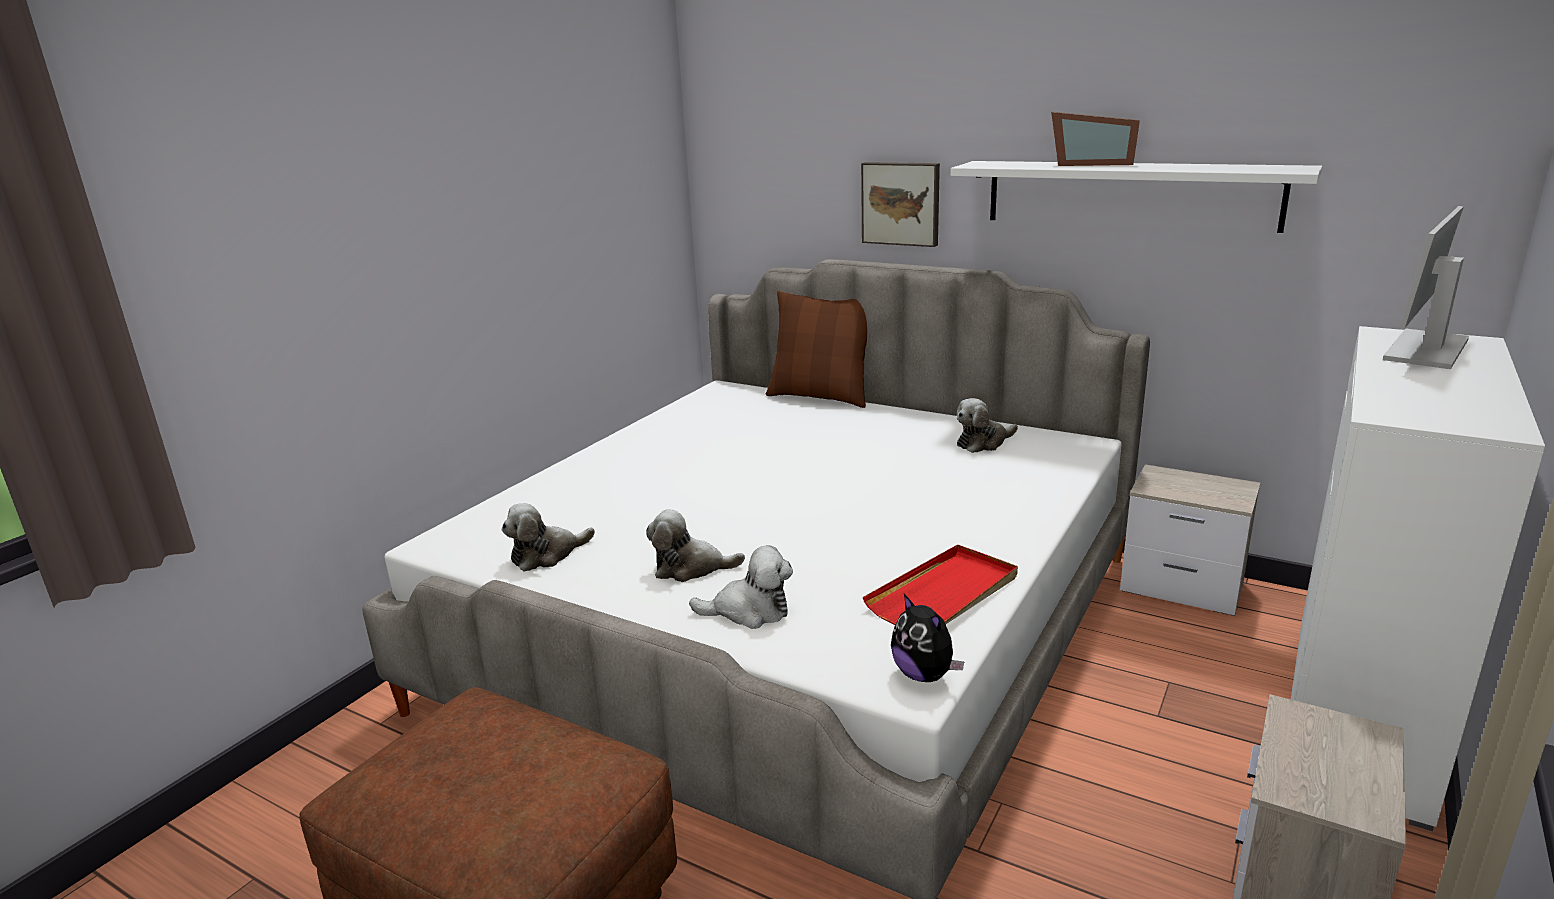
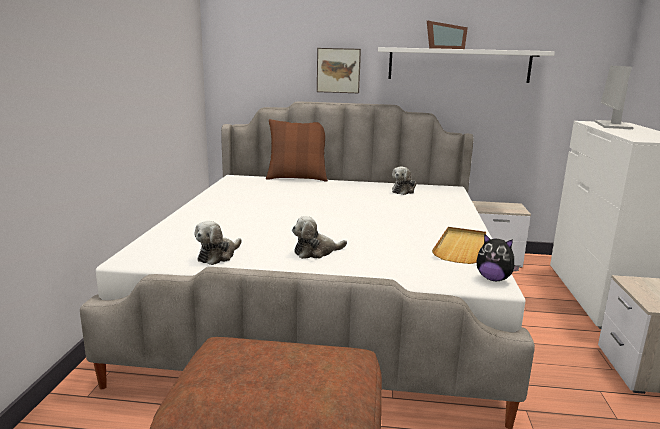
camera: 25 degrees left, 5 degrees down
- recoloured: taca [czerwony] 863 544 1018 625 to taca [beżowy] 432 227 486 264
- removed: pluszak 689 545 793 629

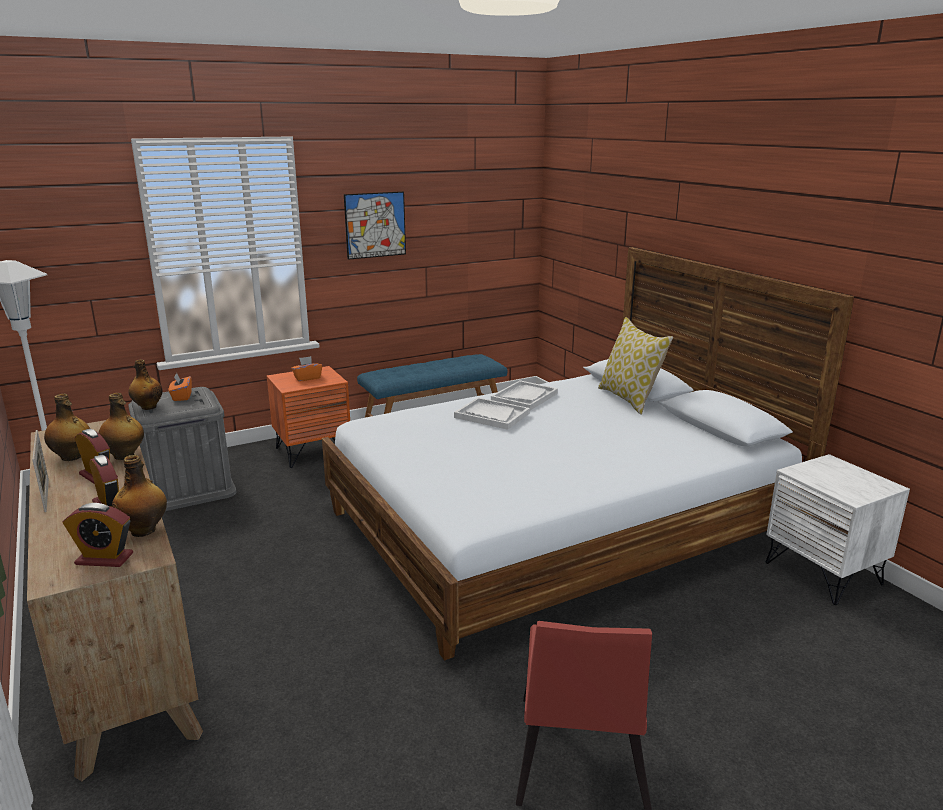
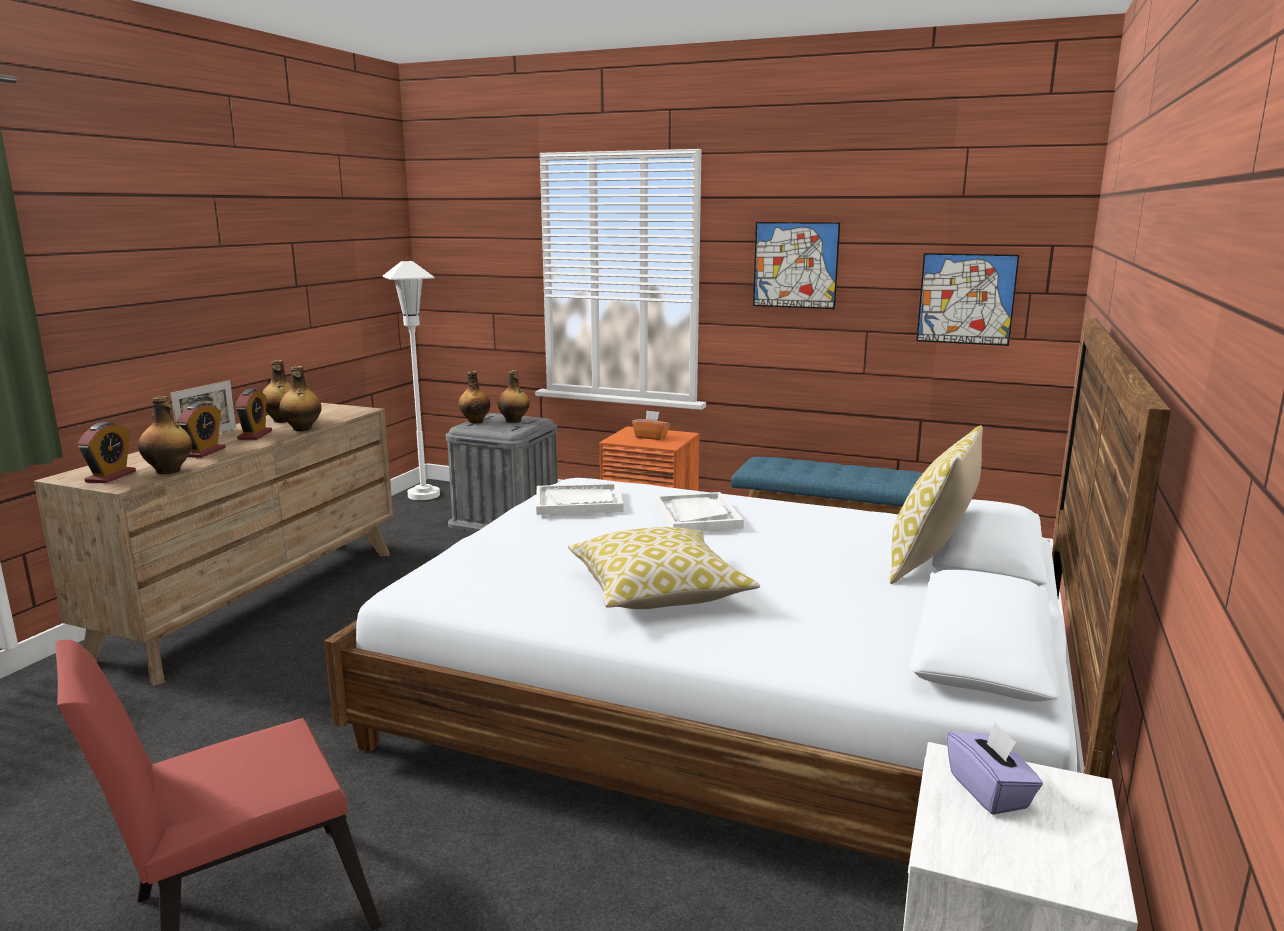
camera: 50 degrees right, 5 degrees down
- replaced: pudełko chusteczek [pomarańczowy] 169 373 192 401 to butelka 497 370 530 423
- moved: taca [biały] 491 380 558 410 to 536 483 624 515
- turned: budzik 62 503 133 567 = 77 422 136 483 135 degrees counterclockwise
- added: obraz 916 253 1019 346
- added: poduszka 568 527 760 609
- added: pudełko chusteczek [fioletowy] 947 722 1043 815

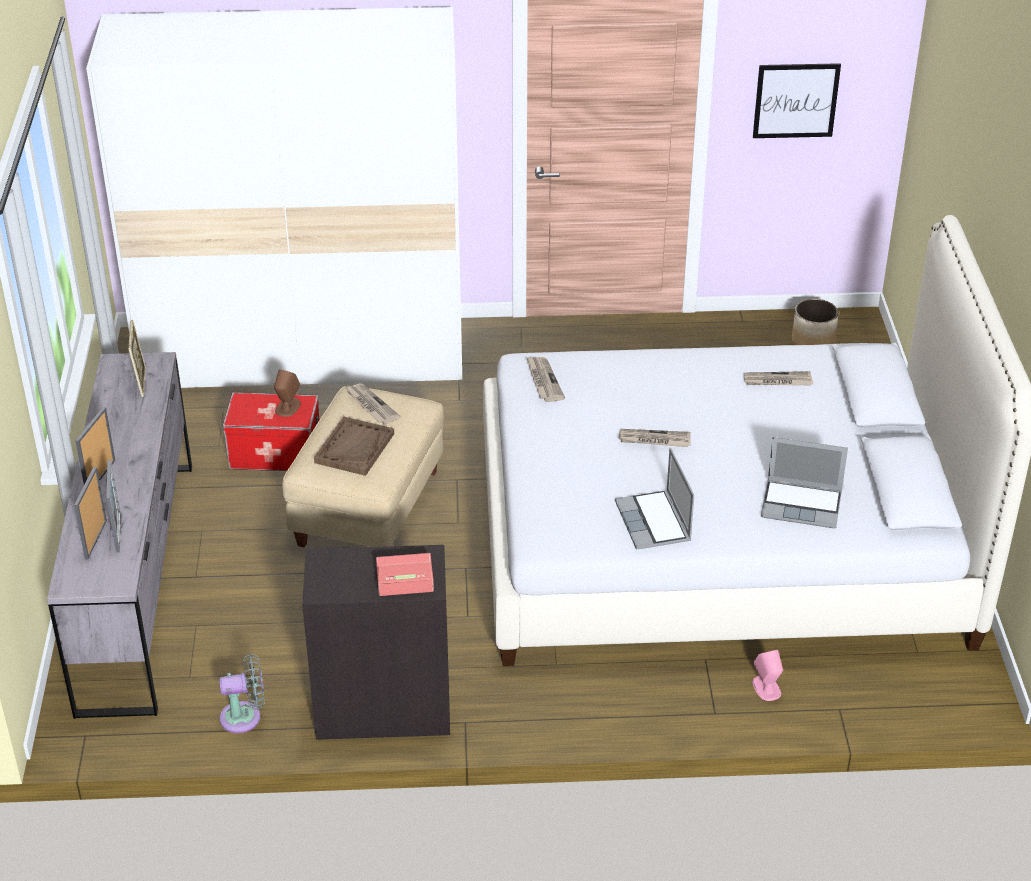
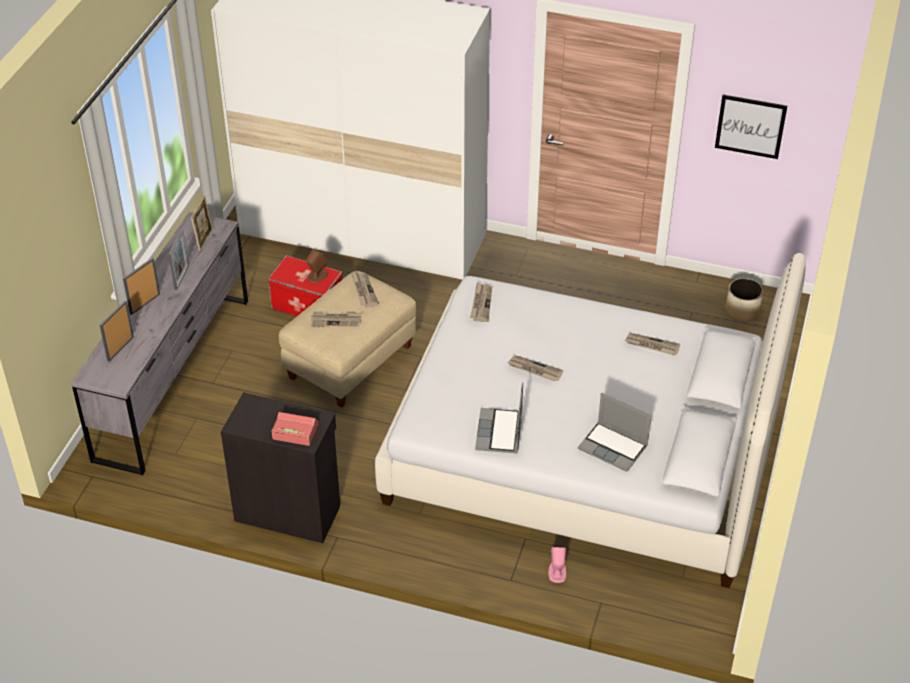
camera: 20 degrees right, 5 degrees up
- replaced: taca [brązowy] 314 417 394 476 to gazeta 310 312 362 327
- moved: ramka na zdjęcie 106 460 121 552 to 169 229 189 290
- removed: wentylator [szary] 219 654 265 733

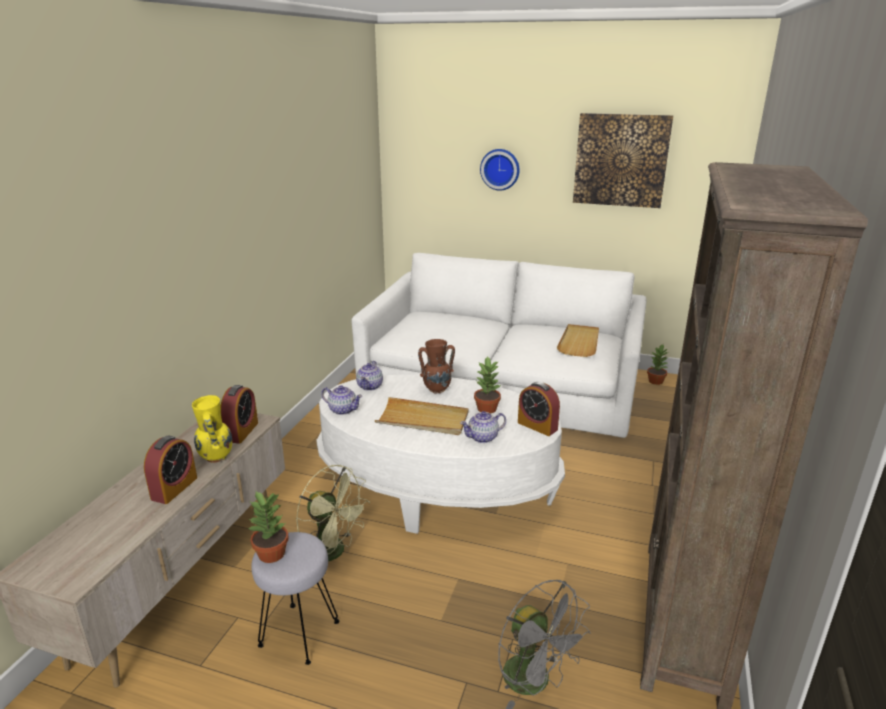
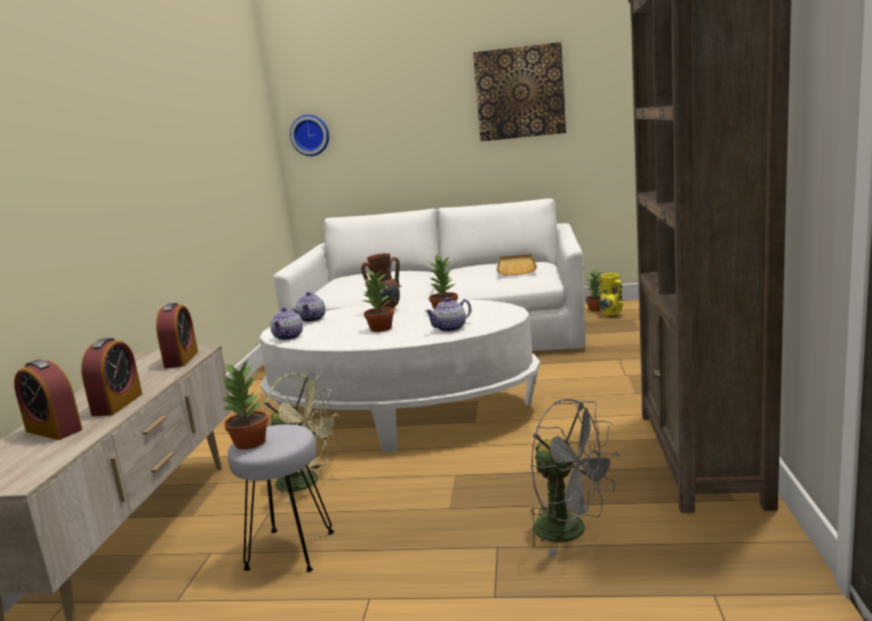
camera: 10 degrees left, 10 degrees down
- moved: zegar ścienny 480 149 520 191 to 290 115 329 156
- moved: budzik 518 382 560 436 to 14 359 83 440
- turned: imbryk 321 385 362 415 = 270 307 303 340 90 degrees clockwise
- moved: wazon [żółty] 192 395 232 463 to 599 273 623 317
- replaced: taca [beżowy] 375 397 469 435 to roślina doniczkowa 361 269 394 332

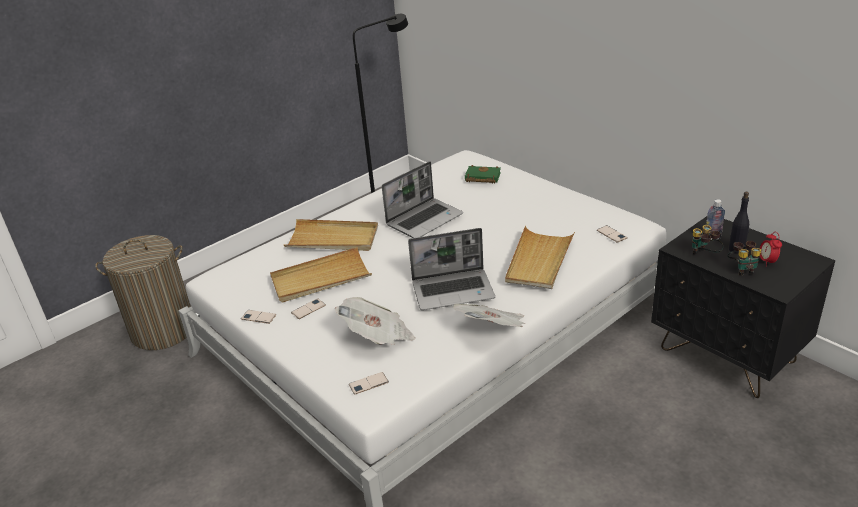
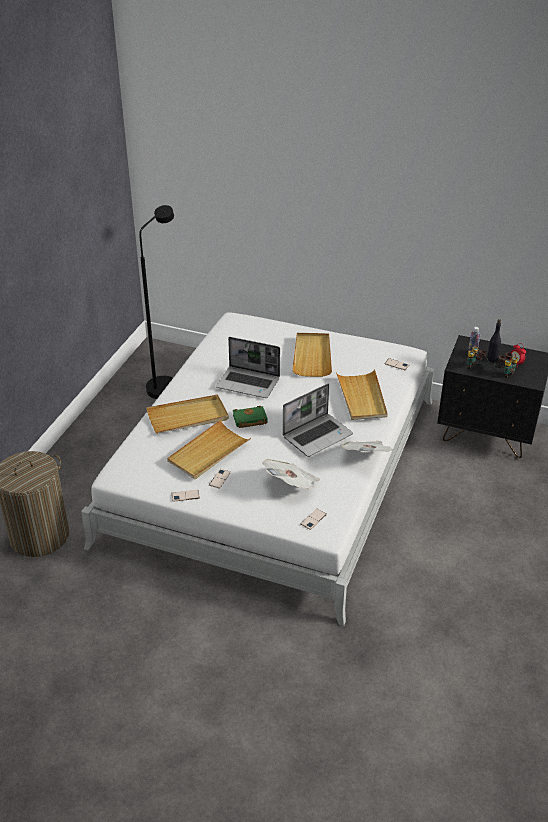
camera: 30 degrees left, 5 degrees up
- turned: laptop 382 161 463 238 = 216 337 280 398 90 degrees clockwise
- moved: książka [zielony] 465 165 501 184 to 233 405 268 428
- added: taca [beżowy] 292 333 332 377

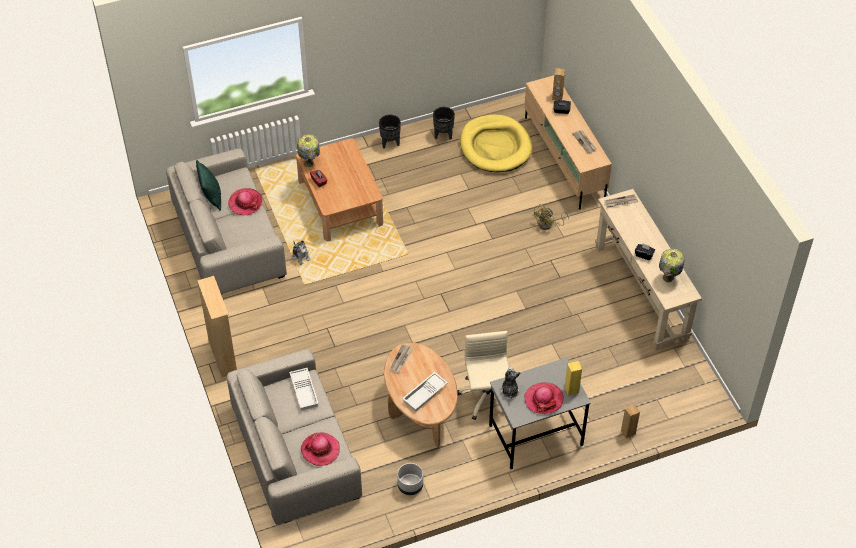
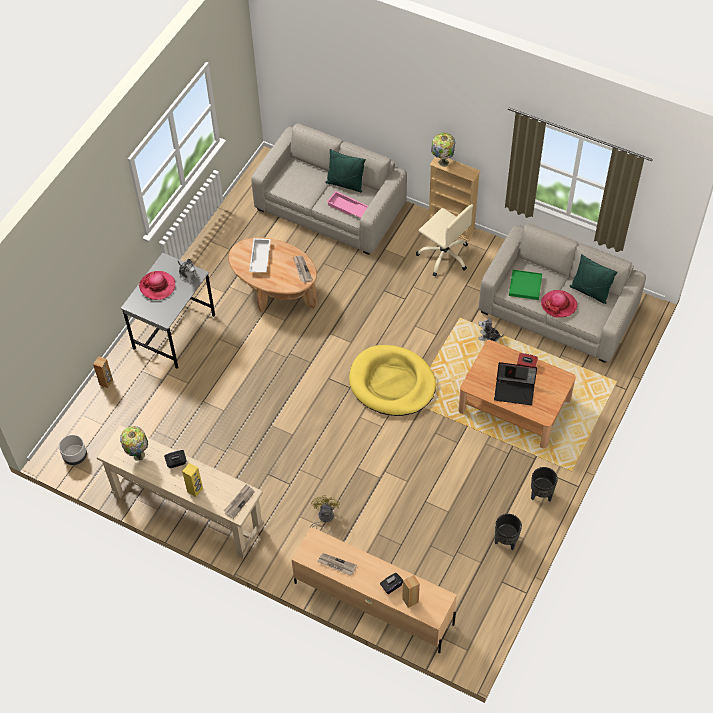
camera: 140 degrees right, 5 degrees up
- moved: legowisko [żółty] 460 115 532 172 to 349 345 436 416
- moved: lampa stołowa 297 134 320 167 to 431 133 455 167
- moved: krzesło biurowe [beżowy] 457 331 509 420 to 416 204 473 276
- moved: głośnik [żółty] 565 361 582 396 to 182 463 203 497
- recoloured: taca [biały] 289 368 319 411 to taca [różowy] 327 191 368 218
- removed: kapelusz 301 433 340 466
- moved: donica [szary] 397 463 423 495 to 59 435 87 465
- added: poduszka [zielony] 325 149 366 192
- added: taca [zielony] 509 270 542 300
- added: laptop 494 362 537 405

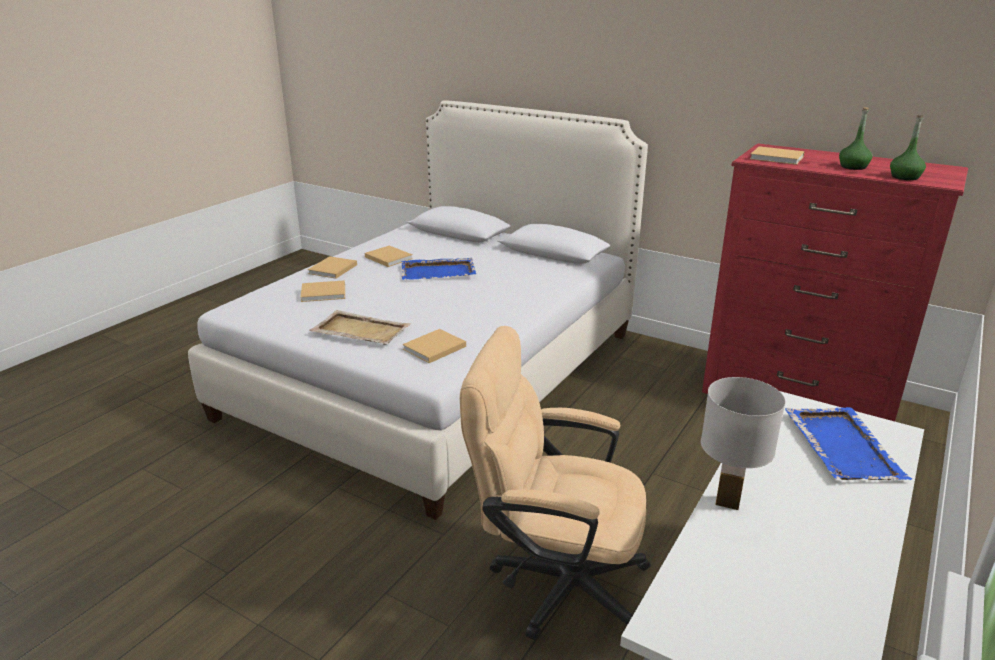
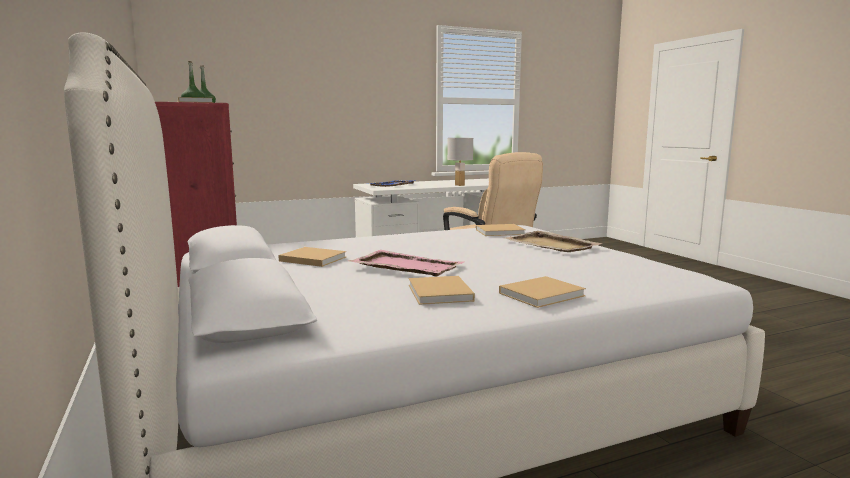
camera: 145 degrees left, 15 degrees down
- recoloured: taca [niebieski] 402 258 476 280 to taca [różowy] 349 250 464 276
- moved: książka [beżowy] 300 280 345 302 to 278 247 346 267

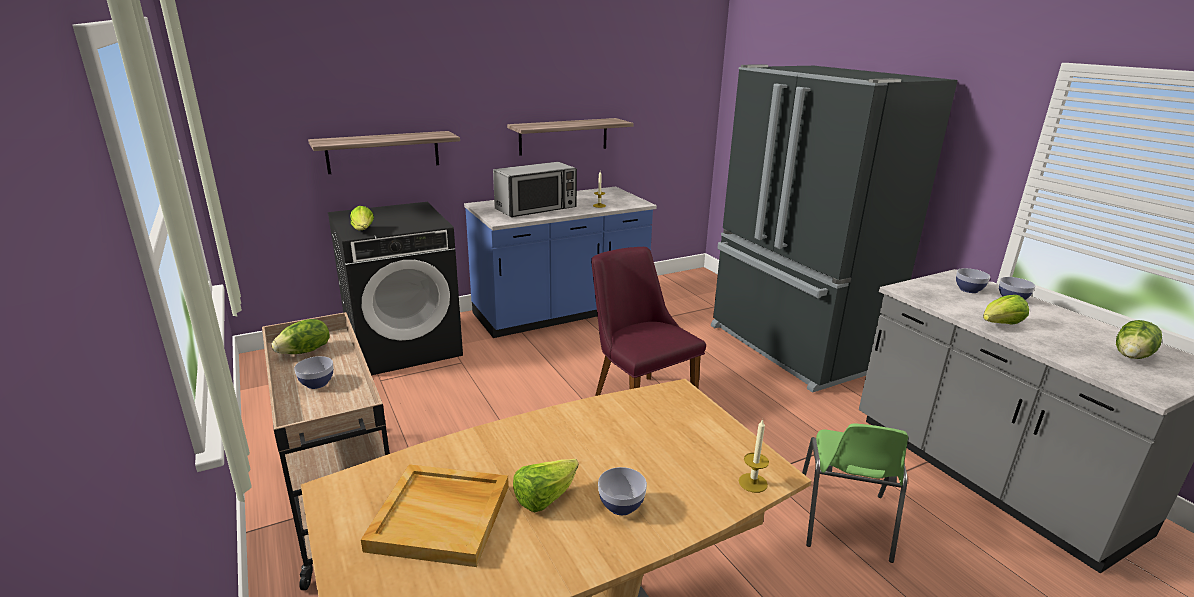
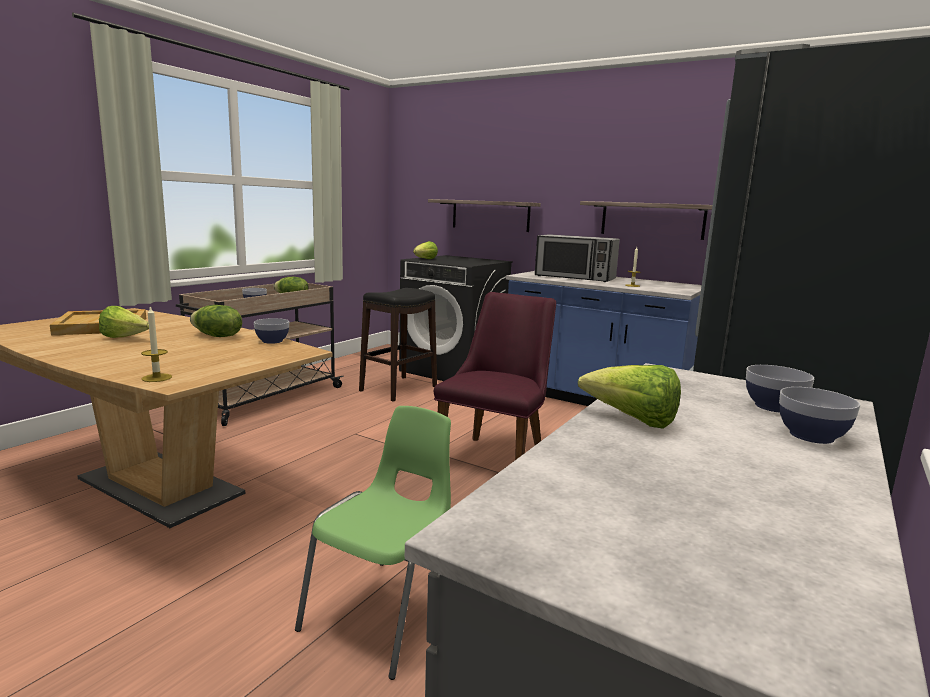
camera: 60 degrees right, 10 degrees down
- moved: sałata 1116 320 1162 359 to 190 305 242 337
- turned: krzesło [zielony] 802 423 908 563 = 295 406 451 680 135 degrees clockwise
- moved: miska 598 467 647 515 to 254 318 289 344
- added: stołek [czarny] 359 288 437 402

